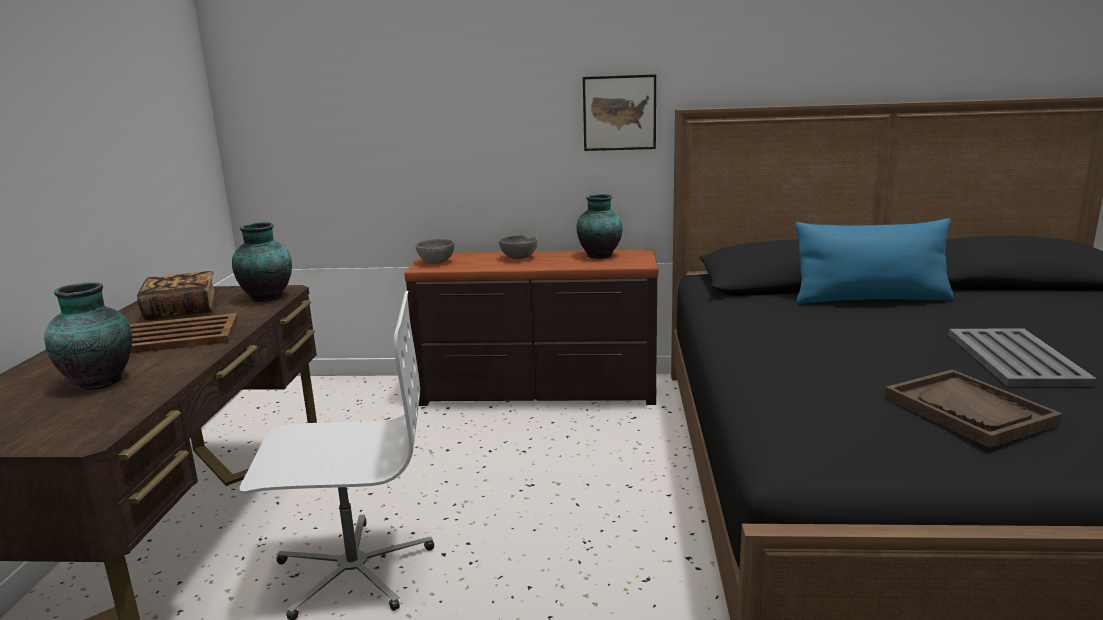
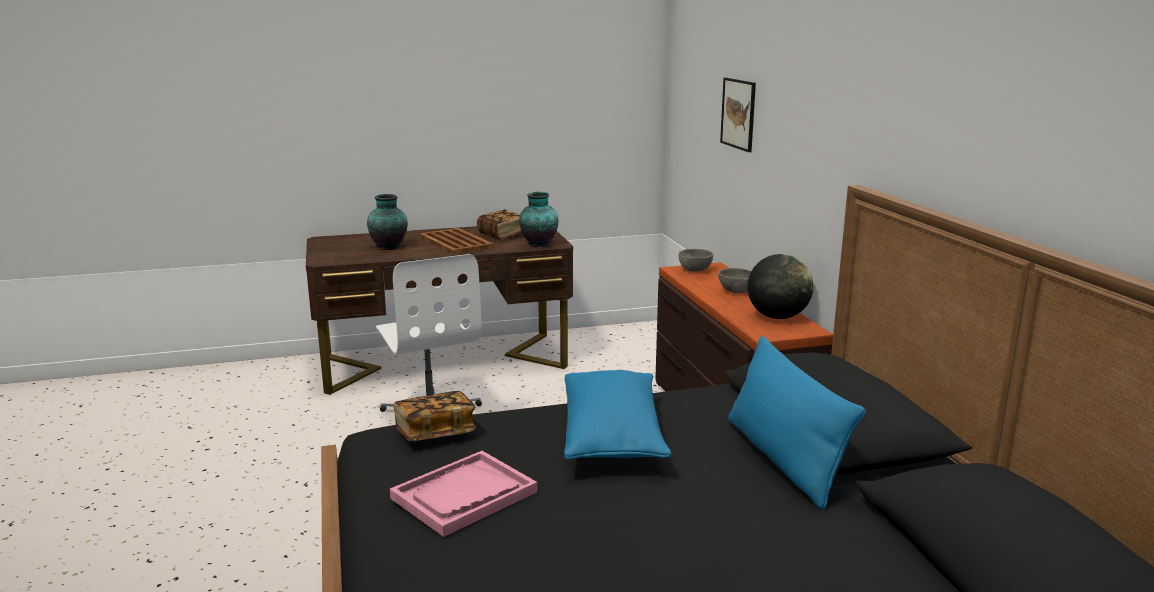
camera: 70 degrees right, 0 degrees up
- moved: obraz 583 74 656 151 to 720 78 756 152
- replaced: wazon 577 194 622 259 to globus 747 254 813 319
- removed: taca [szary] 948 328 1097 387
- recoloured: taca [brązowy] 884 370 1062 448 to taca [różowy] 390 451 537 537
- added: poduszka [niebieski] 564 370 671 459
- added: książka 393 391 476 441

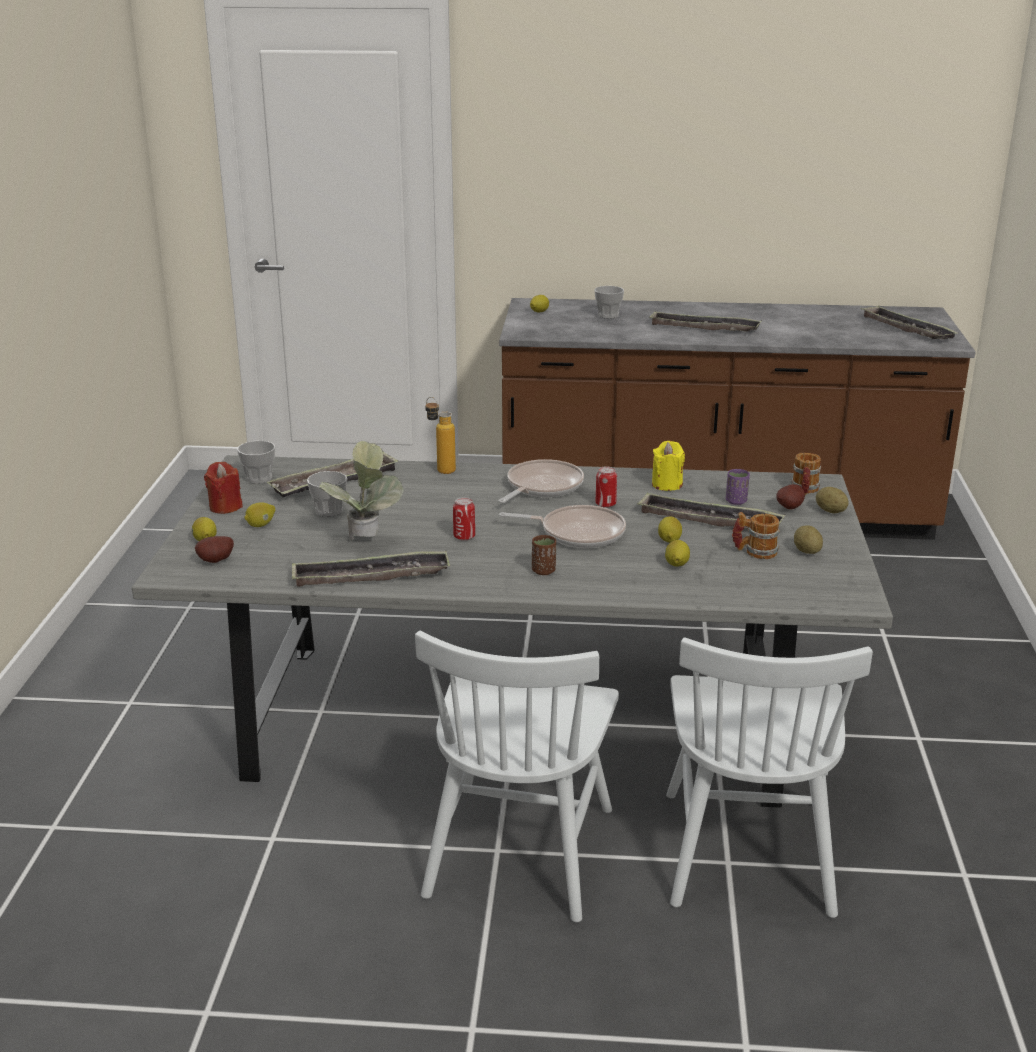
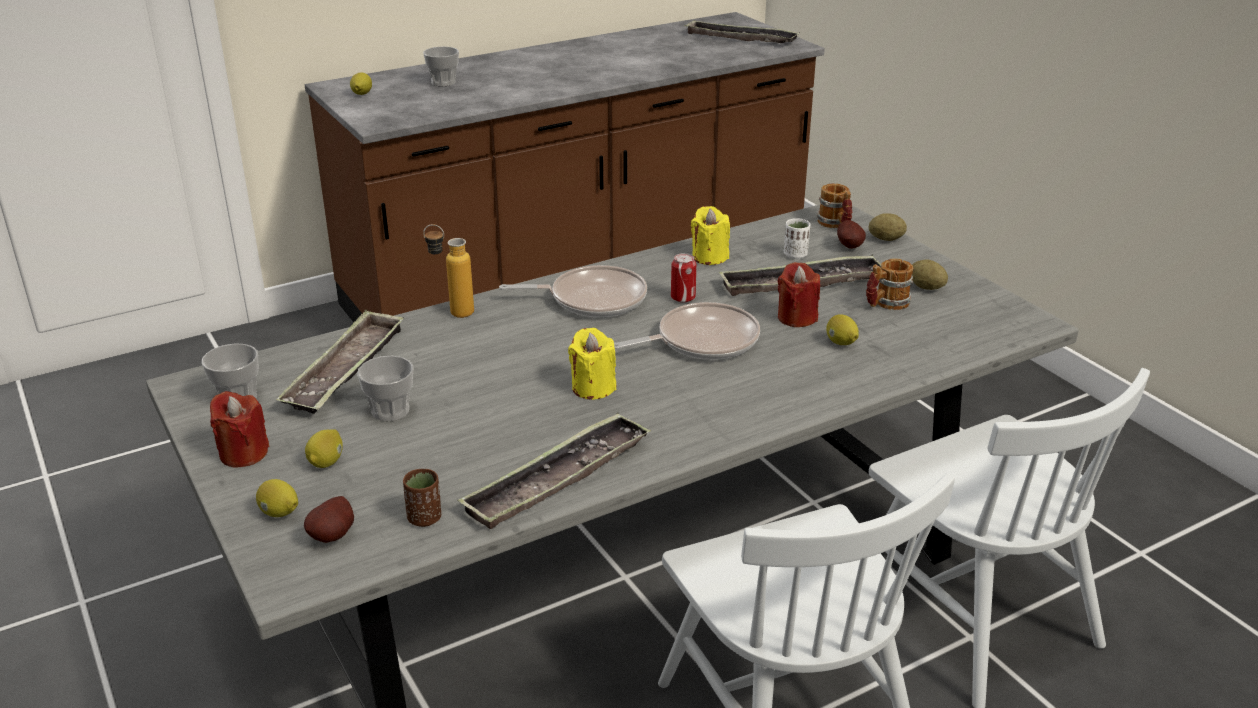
camera: 35 degrees left, 5 degrees up
- removed: taca 649 312 762 332
- removed: roślina doniczkowa 318 441 404 541
- turned: patelnia 498 459 584 503 = 499 265 647 317 90 degrees clockwise
- recoloured: filiżanka [fioletowy] 726 469 750 505 to filiżanka [biały] 784 218 810 259
- replaced: puszka 453 497 475 541 to świeca [żółty] 568 328 616 400
- replaced: cytryna 658 516 682 543 to świeca [czerwony] 778 262 820 327
- moved: filiżanka [brązowy] 532 535 556 575 to 403 469 441 527

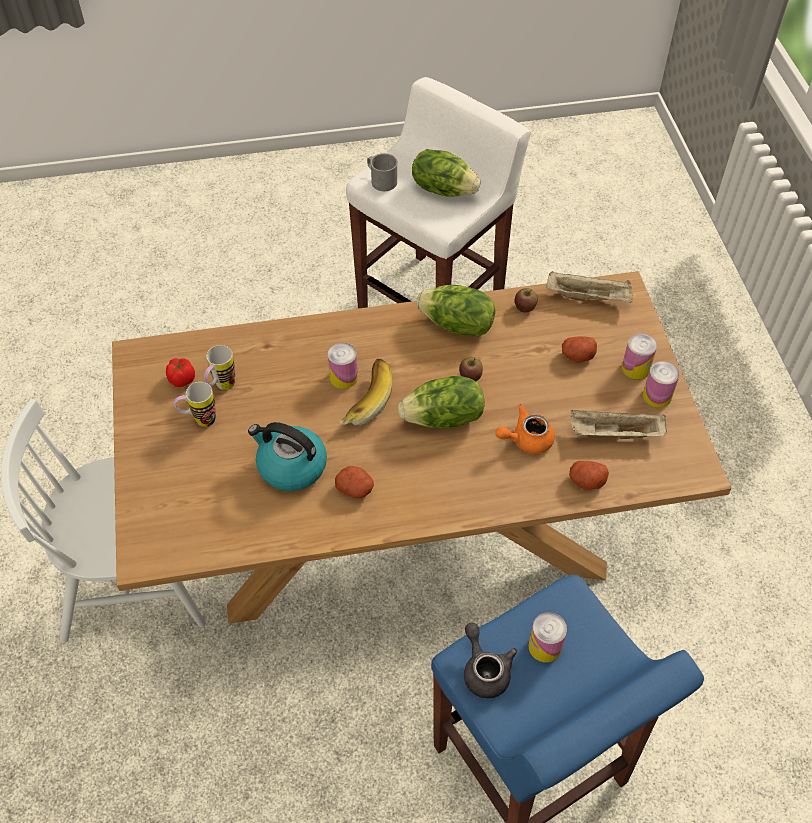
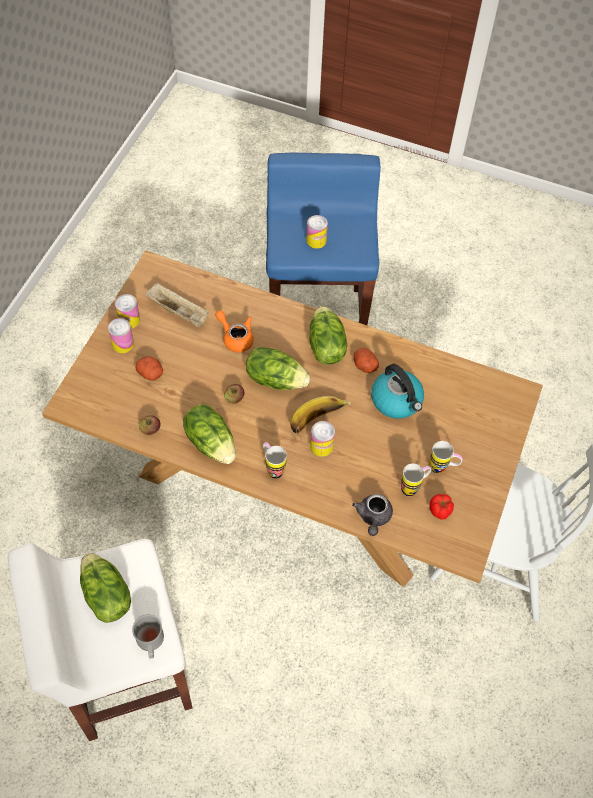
camera: 150 degrees left, 5 degrees up
- removed: taca [beżowy] 546 271 633 302
- turned: imbryk [pomarańczowy] 495 404 555 454 = 215 310 254 352 150 degrees counterclockwise
- removed: ziemniak 569 461 609 490
- moved: imbryk [szary] 464 623 517 698 to 352 494 393 536
- added: sałata 310 306 347 365
- added: kubek 263 442 287 479

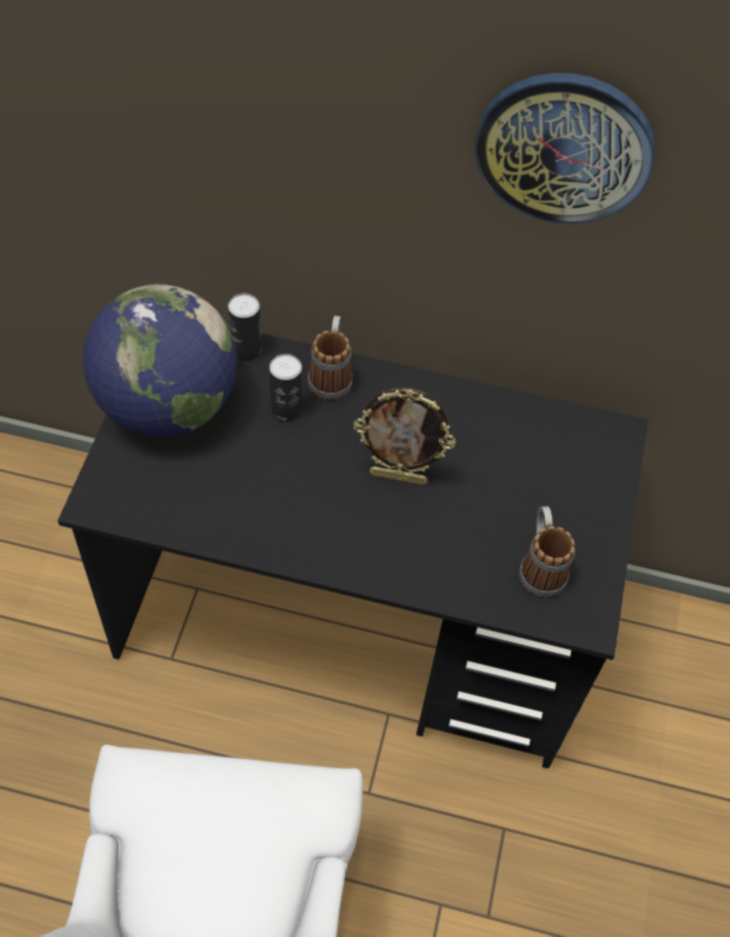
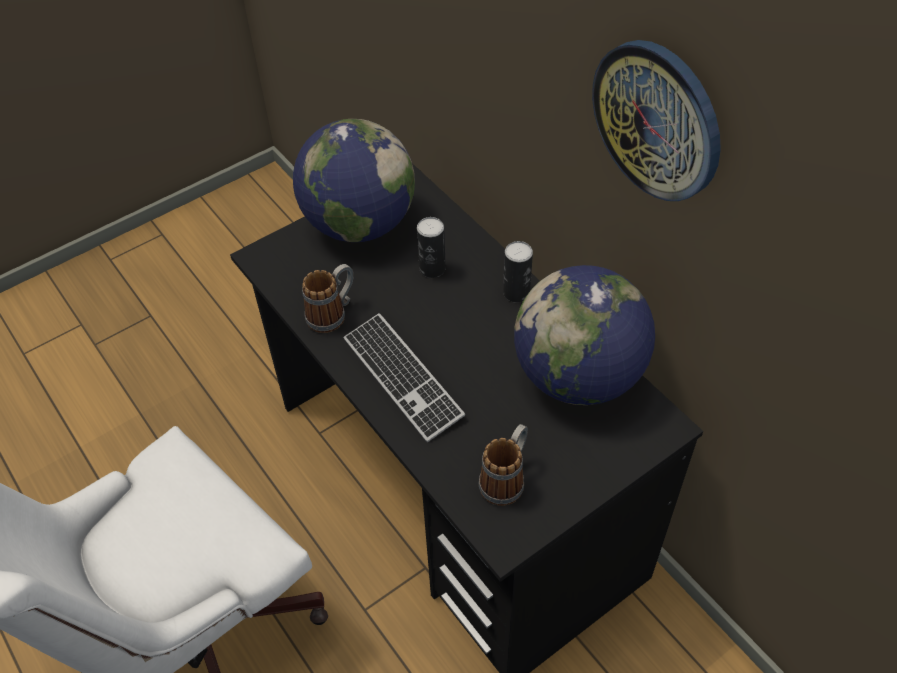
camera: 45 degrees right, 5 degrees down
- moved: puszka 228 293 262 361 to 503 241 533 303
- moved: kubek 308 315 353 400 to 302 264 354 333
- removed: ramka na zdjęcie 353 387 456 485
- added: globus 514 265 655 405
- added: klawiatura 343 313 465 442

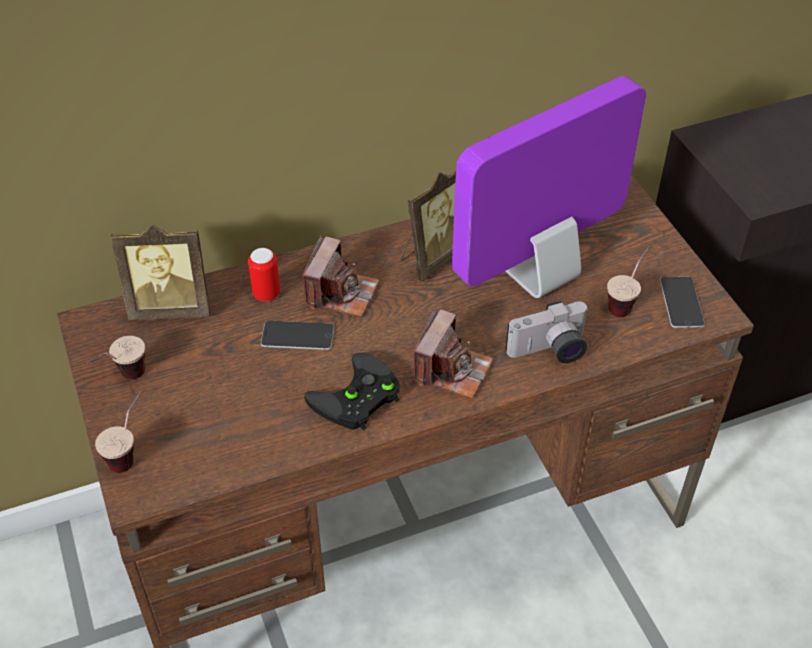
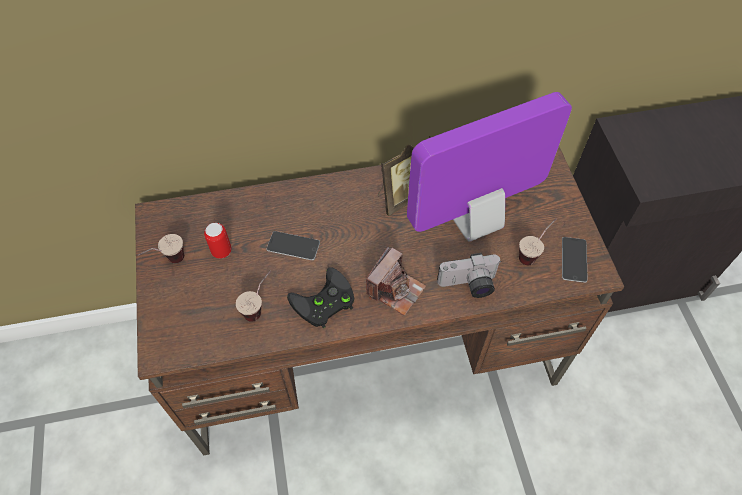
camera: 10 degrees right, 10 degrees up
- removed: ramka na zdjęcie 111 224 210 320
- removed: aparat fotograficzny 303 236 379 317
- moved: puszka 248 248 280 301 to 204 223 232 259
- moved: filiżanka 95 391 142 473 to 236 271 271 322

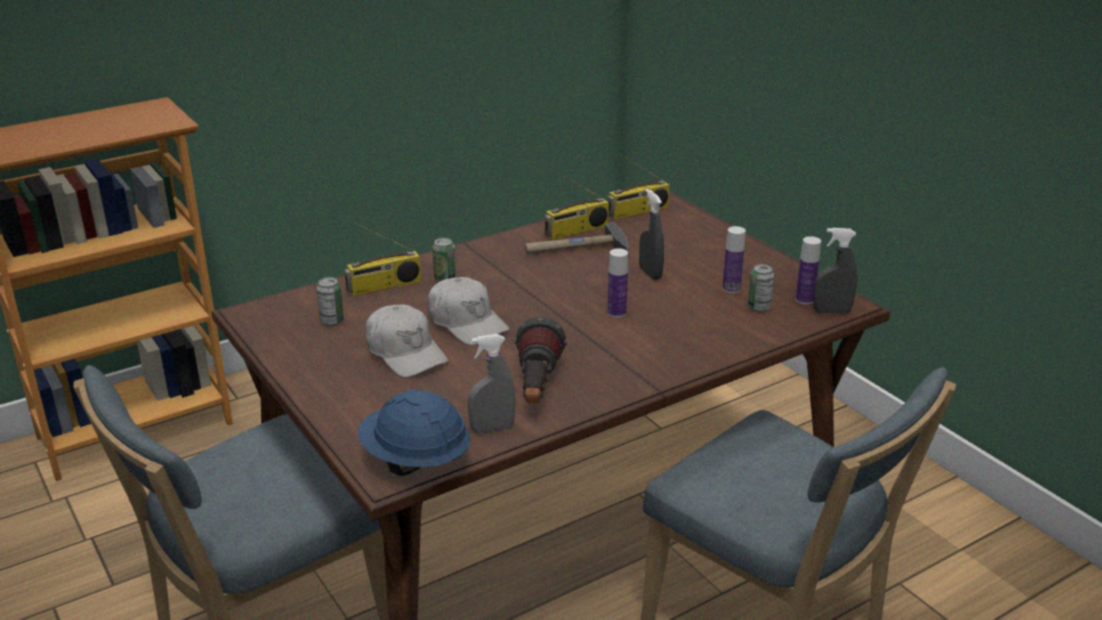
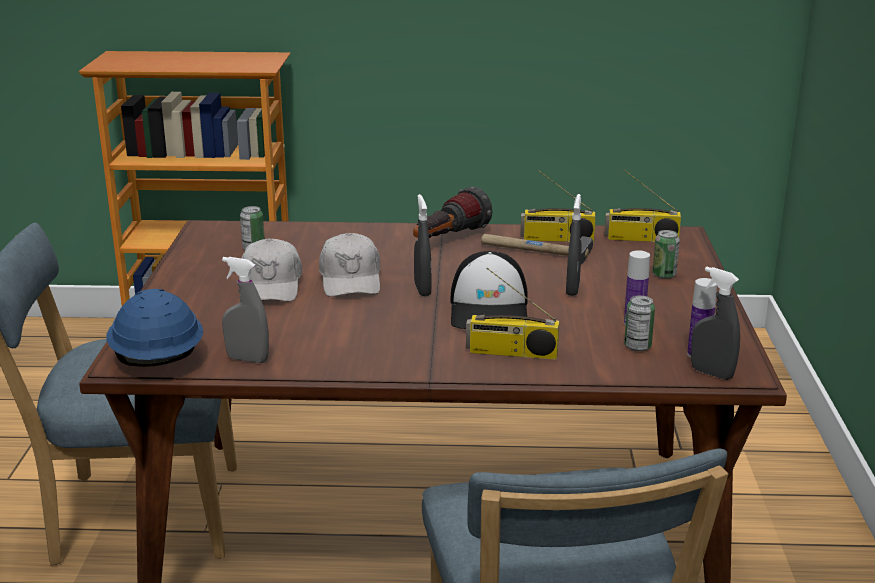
camera: 35 degrees right, 5 degrees down
- moved: radio 344 223 421 296 to 466 268 559 359
- moved: puszka 432 238 456 282 to 653 230 680 279
- replaced: butelka 608 248 628 318 to czapka z daszkiem 450 251 528 329
- moved: latarka 514 317 567 403 to 413 186 493 238
- added: spryskiwacz [szary] 414 194 431 296

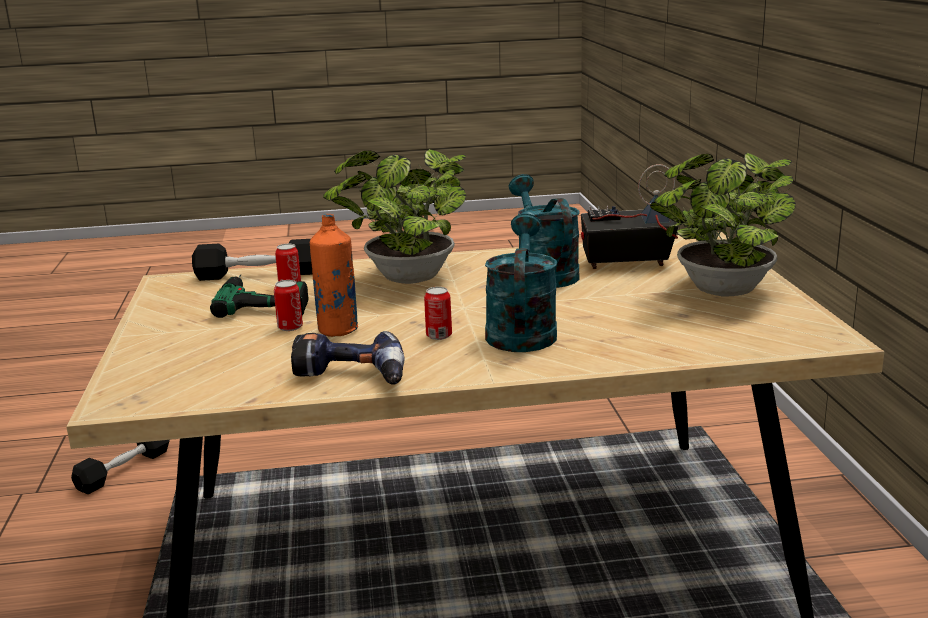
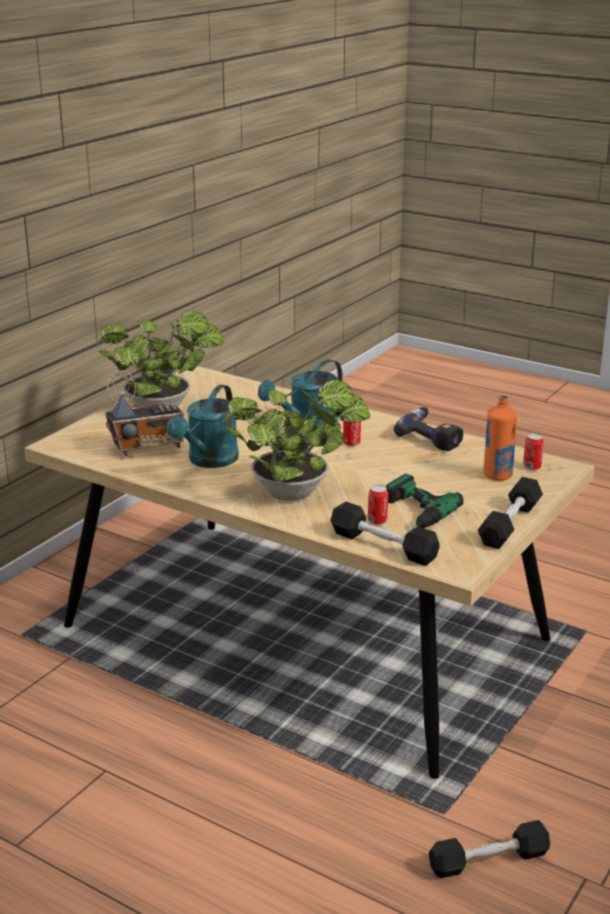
camera: 140 degrees left, 5 degrees up
- turned: radio 581 164 679 269 = 105 370 184 456 60 degrees counterclockwise
- moved: butelka [pomarańczowy] 310 214 358 337 to 483 395 517 481
- moved: puszka 274 280 303 331 to 523 433 544 470
- added: hantel [czarny] 478 477 543 549

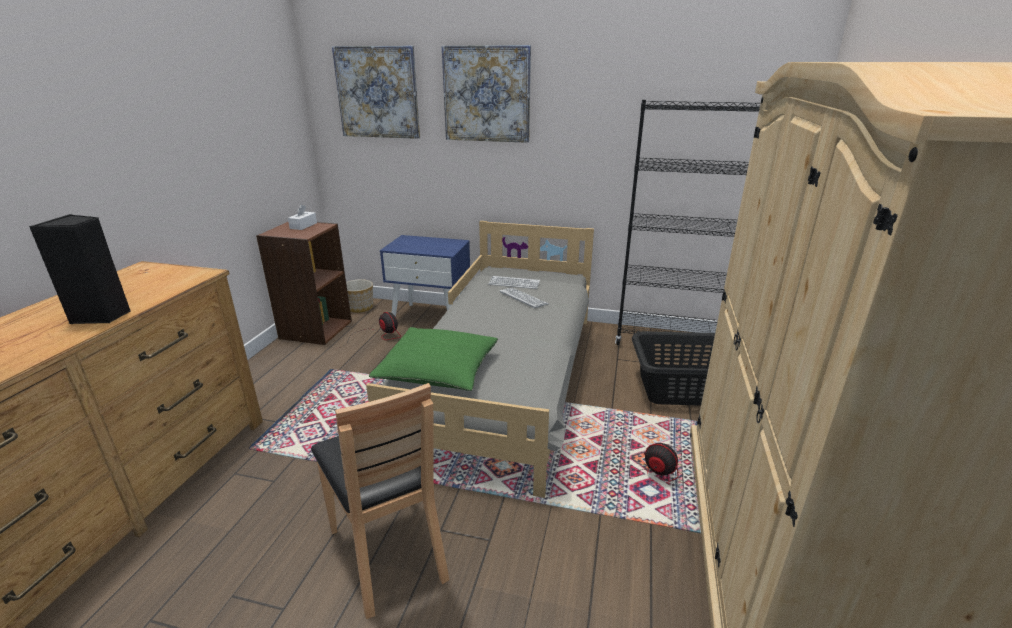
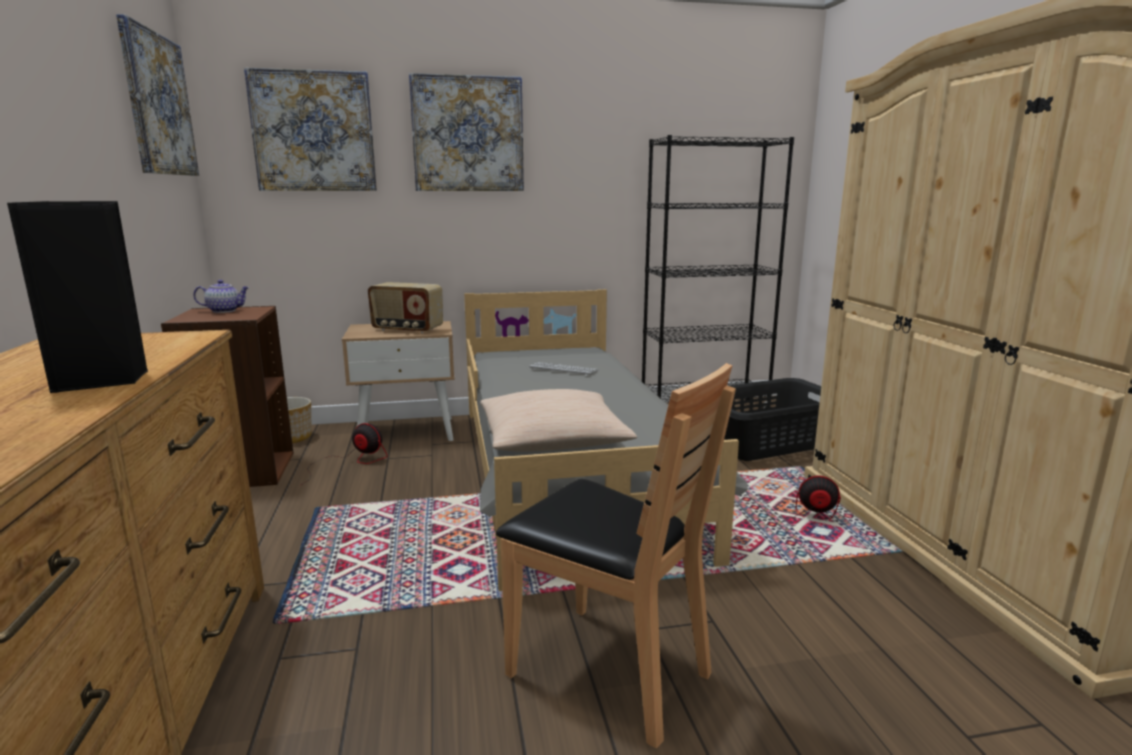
camera: 25 degrees left, 10 degrees down
- replaced: pudełko chusteczek [biały] 288 204 317 230 to imbryk 193 280 250 313
- recoloured: szafka nocna [niebieski] 380 235 470 317 to szafka nocna [beżowy] 342 321 455 441
- removed: klawiatura 489 276 540 289
- recoloured: poduszka [zielony] 369 327 498 391 to poduszka [beżowy] 480 389 637 452
- added: obraz 116 14 199 176
- added: radio 368 282 443 334

